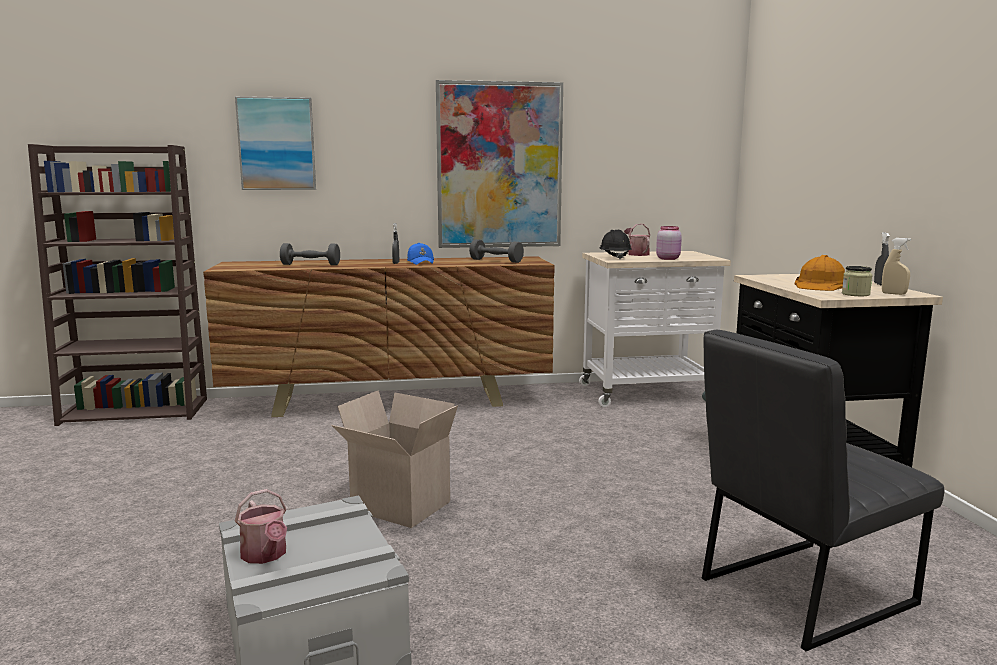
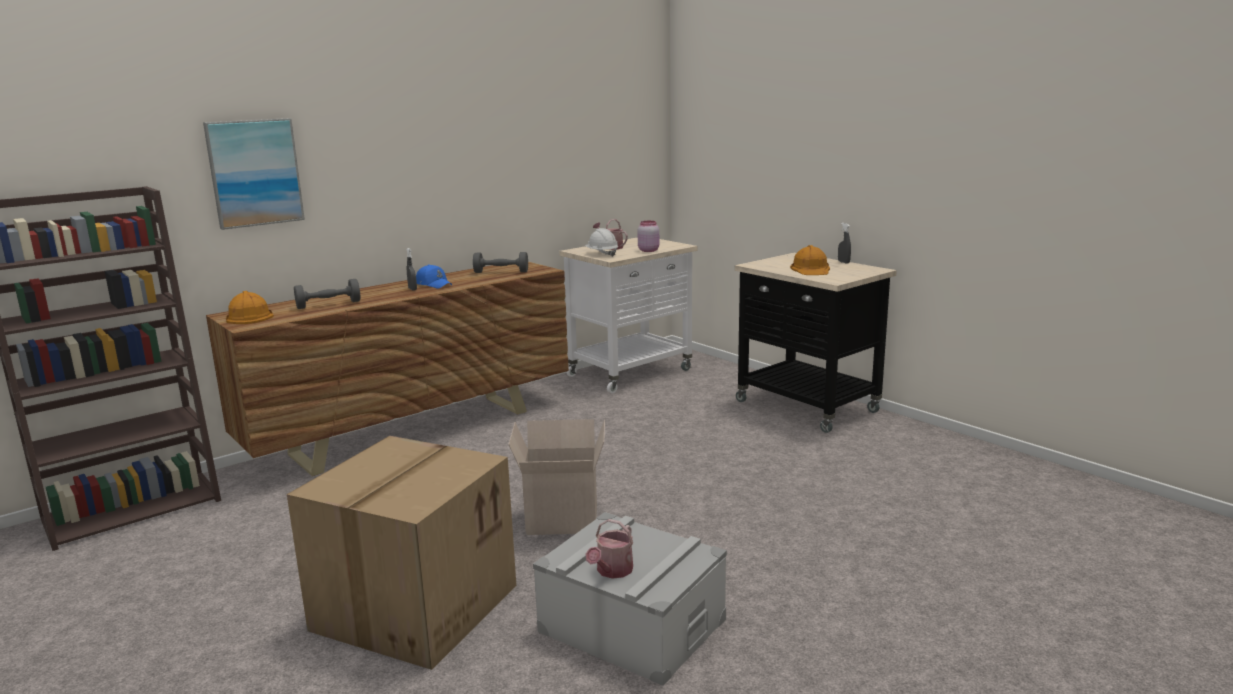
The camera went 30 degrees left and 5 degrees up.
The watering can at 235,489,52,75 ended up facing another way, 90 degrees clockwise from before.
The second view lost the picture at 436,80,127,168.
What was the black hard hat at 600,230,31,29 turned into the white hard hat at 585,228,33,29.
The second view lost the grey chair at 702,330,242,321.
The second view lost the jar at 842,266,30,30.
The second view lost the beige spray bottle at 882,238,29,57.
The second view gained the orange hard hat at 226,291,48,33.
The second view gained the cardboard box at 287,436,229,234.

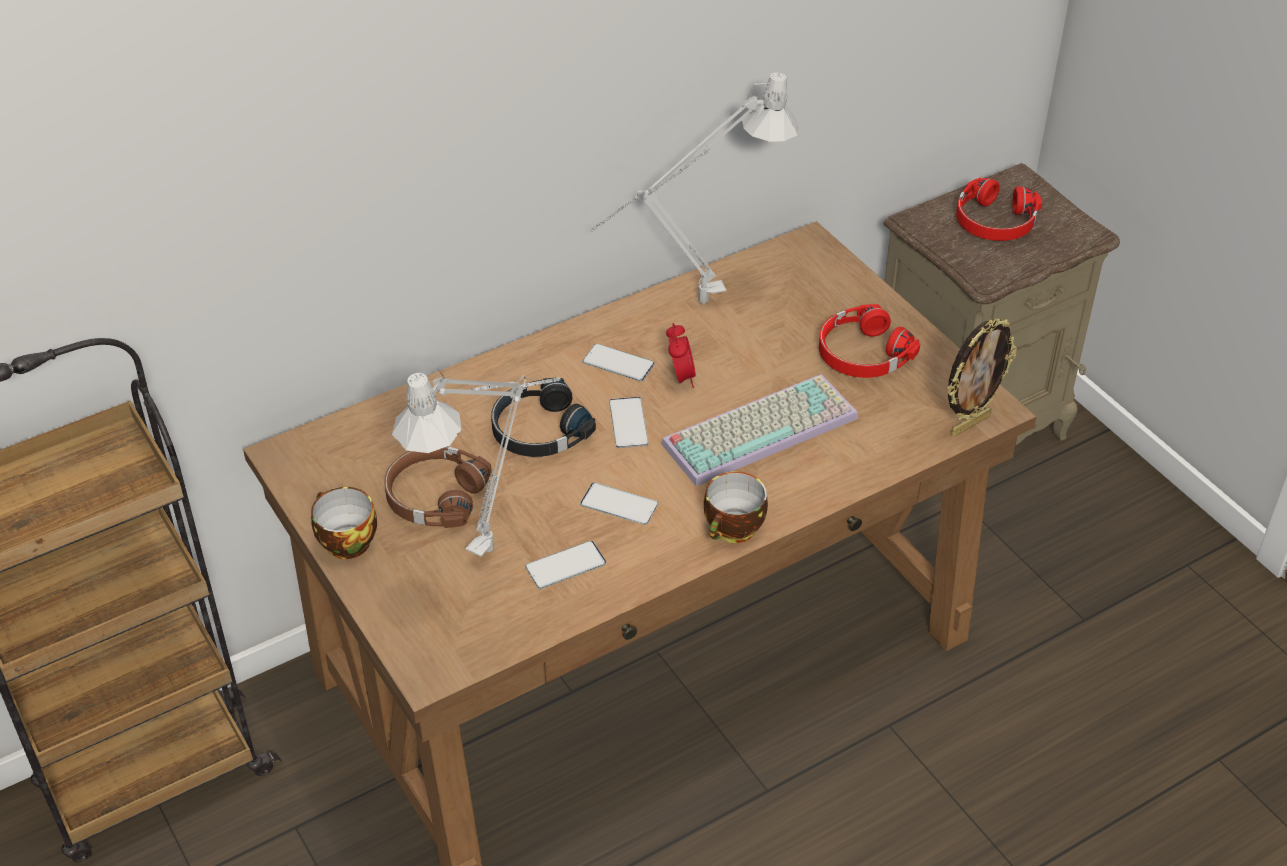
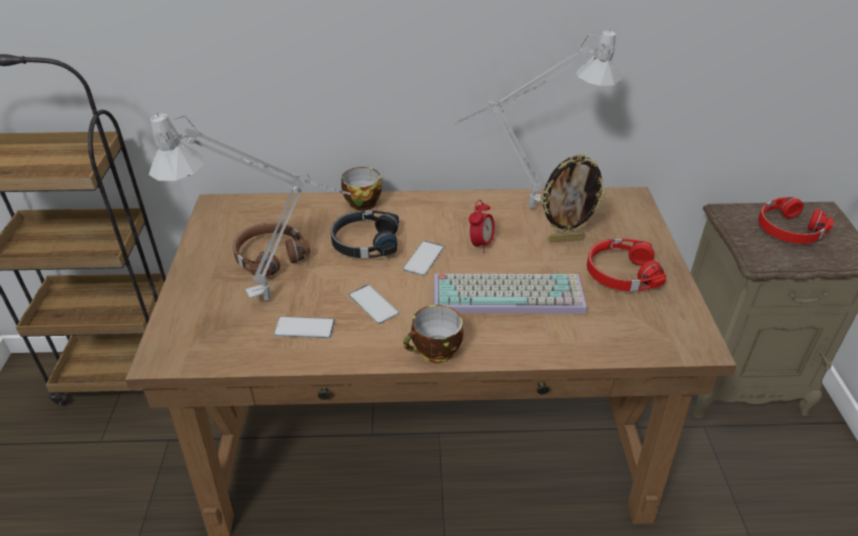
The camera went 30 degrees right and 5 degrees down.
The cup ended up elsewhere, having gone from 311,487,66,72 to 341,167,41,44.
The second view lost the phone at 583,344,72,37.
The picture frame ended up elsewhere, having gone from 947,318,70,119 to 540,154,67,88.

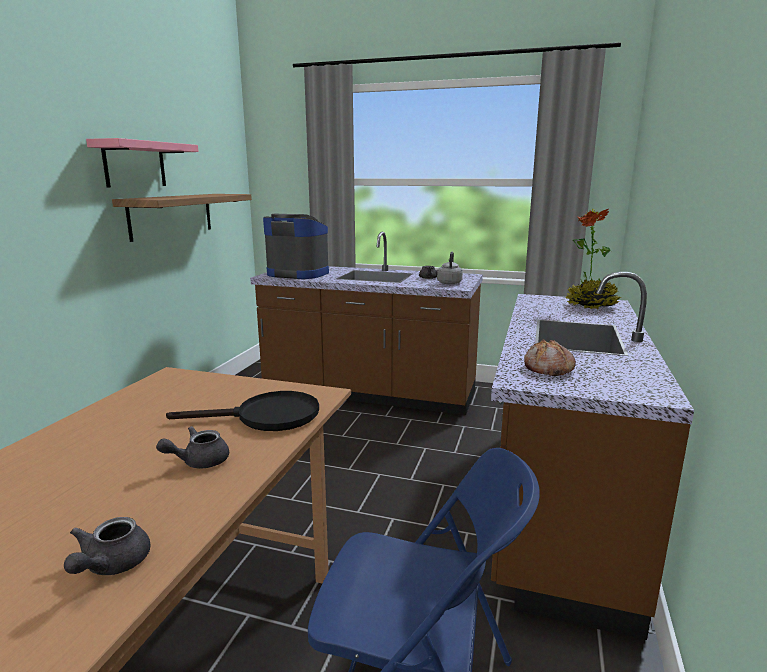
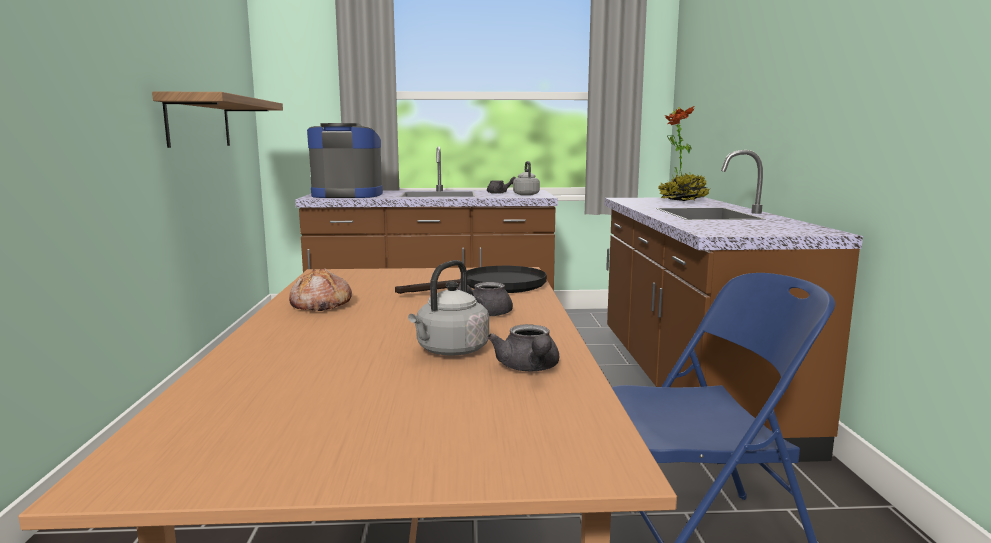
The camera went 20 degrees left and 5 degrees down.
The second view lost the pink shelf at 86,138,113,49.
The bread ended up elsewhere, having gone from 524,339,52,37 to 289,268,63,43.
The second view gained the grey kettle at 408,260,81,96.

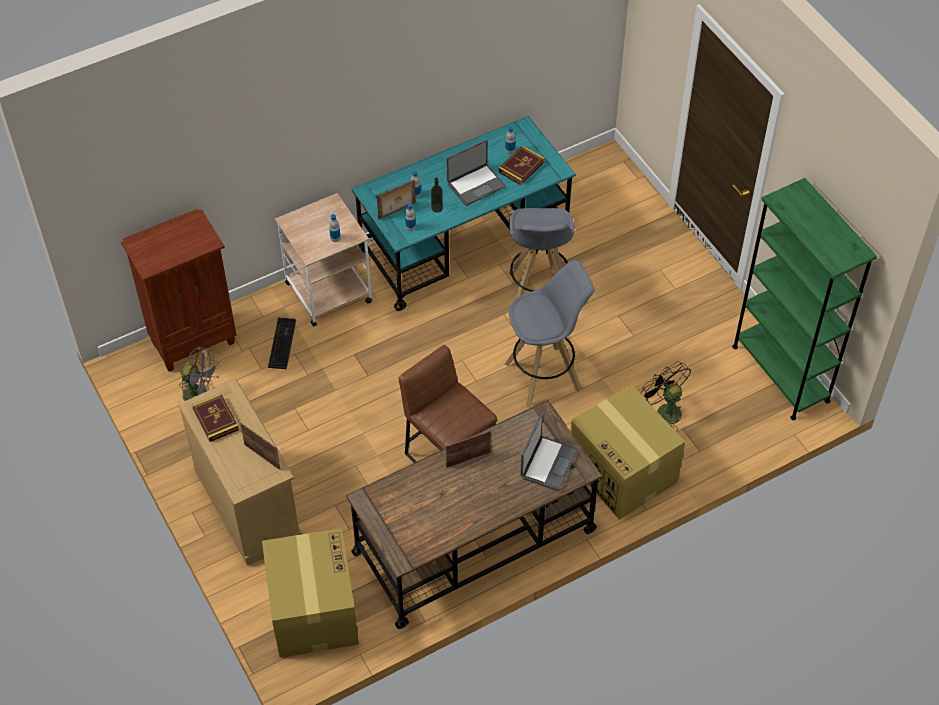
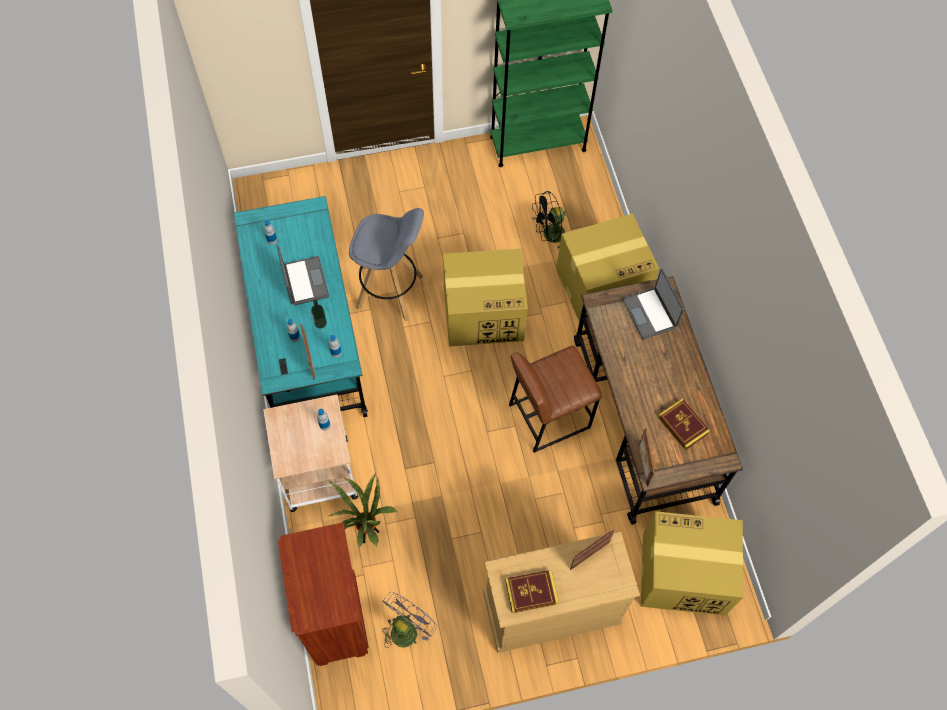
The camera went 75 degrees left and 10 degrees up.
Where the keyboard stood at 268,317,28,52, the potted plant came to stand at 329,473,68,74.
The picture frame ended up elsewhere, having gone from 446,431,45,37 to 639,428,16,59.
The book ended up elsewhere, having gone from 499,146,46,39 to 658,399,52,51.
Where the grey stool stood at 505,260,90,148, the cardboard box came to stand at 443,249,85,98.
The laptop at 520,414,58,77 ended up facing another way, 150 degrees counterclockwise from before.

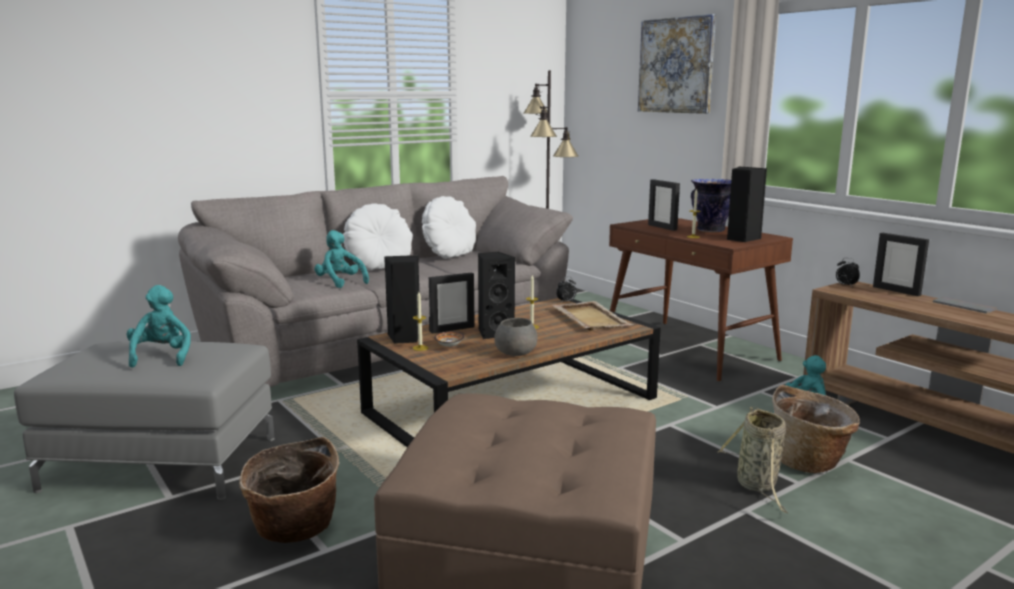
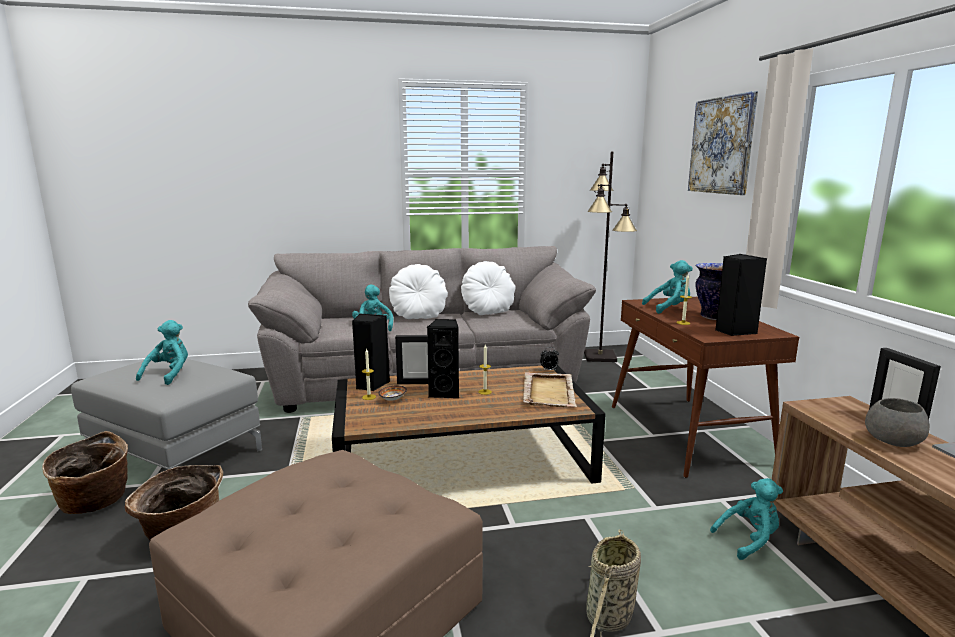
The camera went 25 degrees right and 0 degrees up.
The grey bowl ended up elsewhere, having gone from 494,318,43,38 to 865,398,65,49.
Where the picture frame stood at 648,179,32,52, the turquoise plush toy came to stand at 642,260,51,54.
The basket ended up elsewhere, having gone from 772,385,88,88 to 42,431,86,83.
The second view lost the alarm clock at 836,258,24,28.

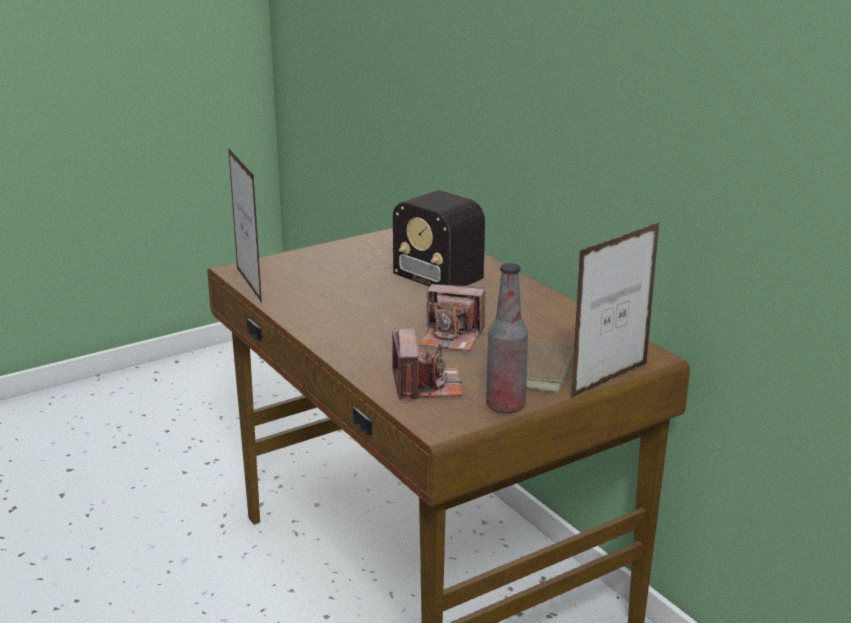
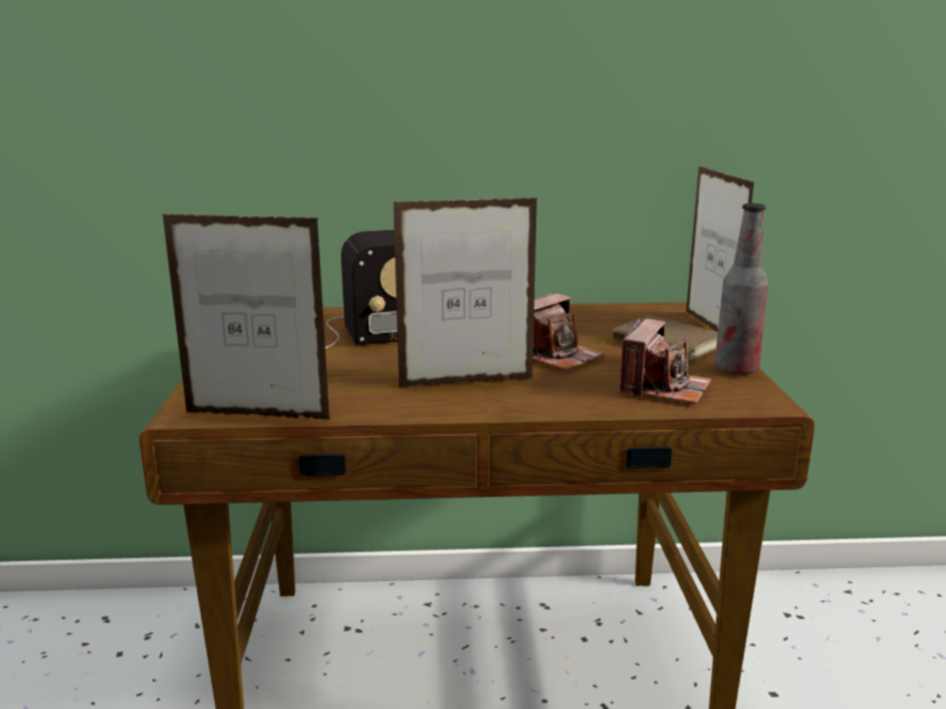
The camera went 60 degrees left and 5 degrees down.
The photo camera at 392,329,70,72 ended up facing another way, 90 degrees clockwise from before.
The second view gained the picture frame at 393,197,145,190.

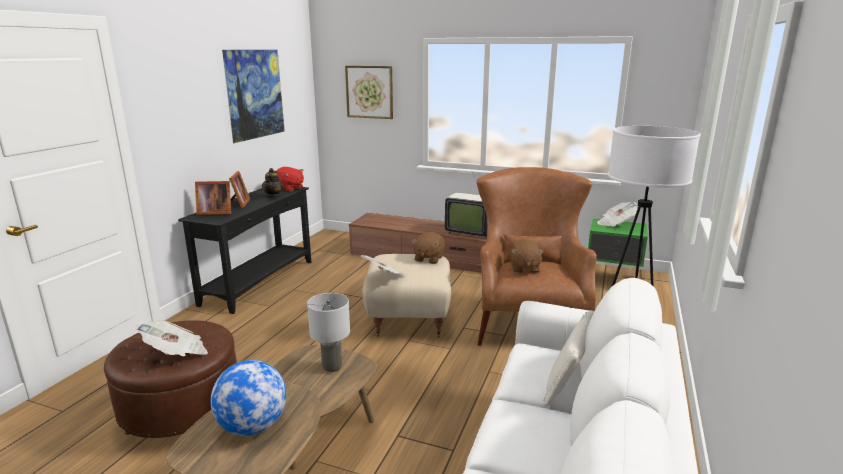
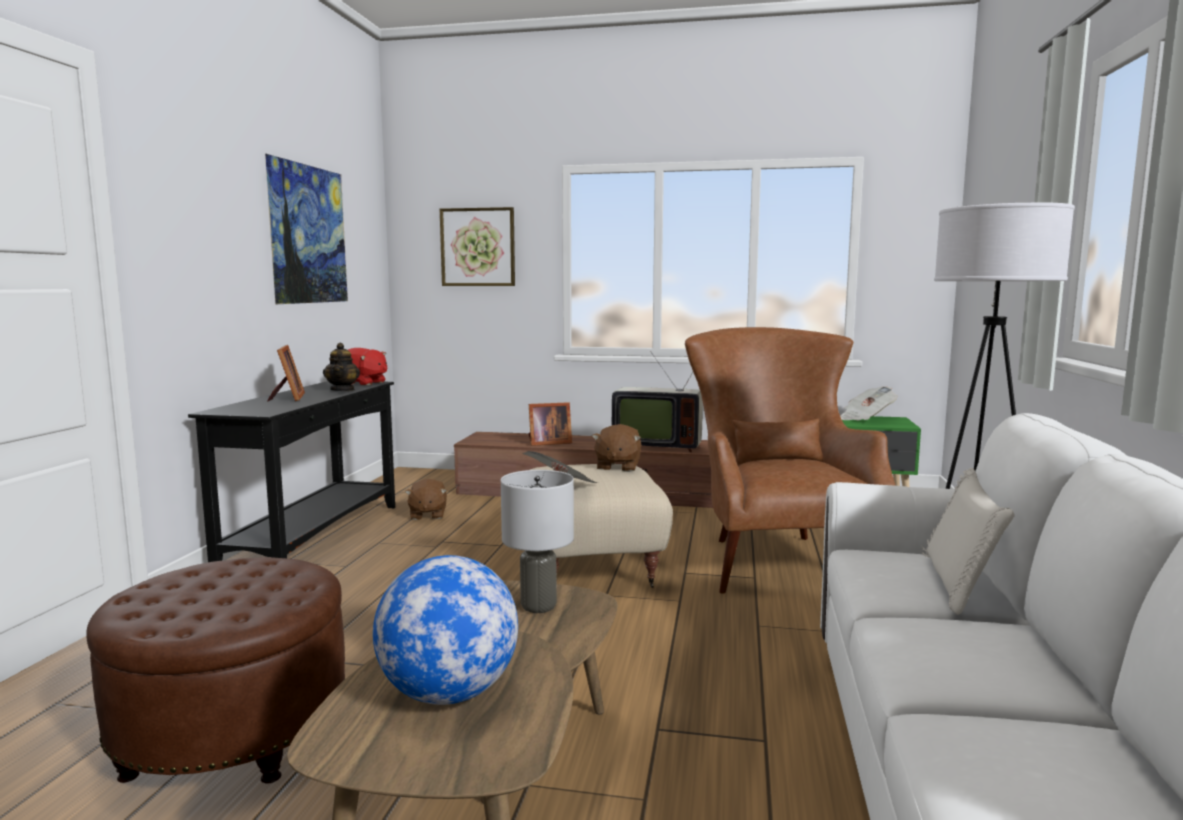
The camera went 10 degrees left and 10 degrees down.
The second view lost the newspaper at 136,321,72,35.
The picture frame ended up elsewhere, having gone from 195,181,36,34 to 529,402,43,44.
The brown plush toy ended up elsewhere, having gone from 510,239,35,34 to 405,479,42,41.

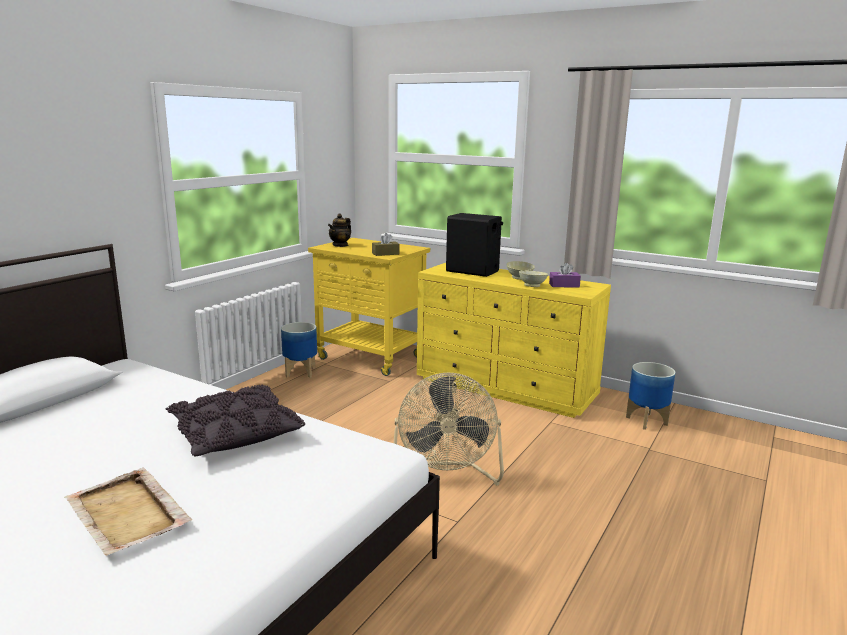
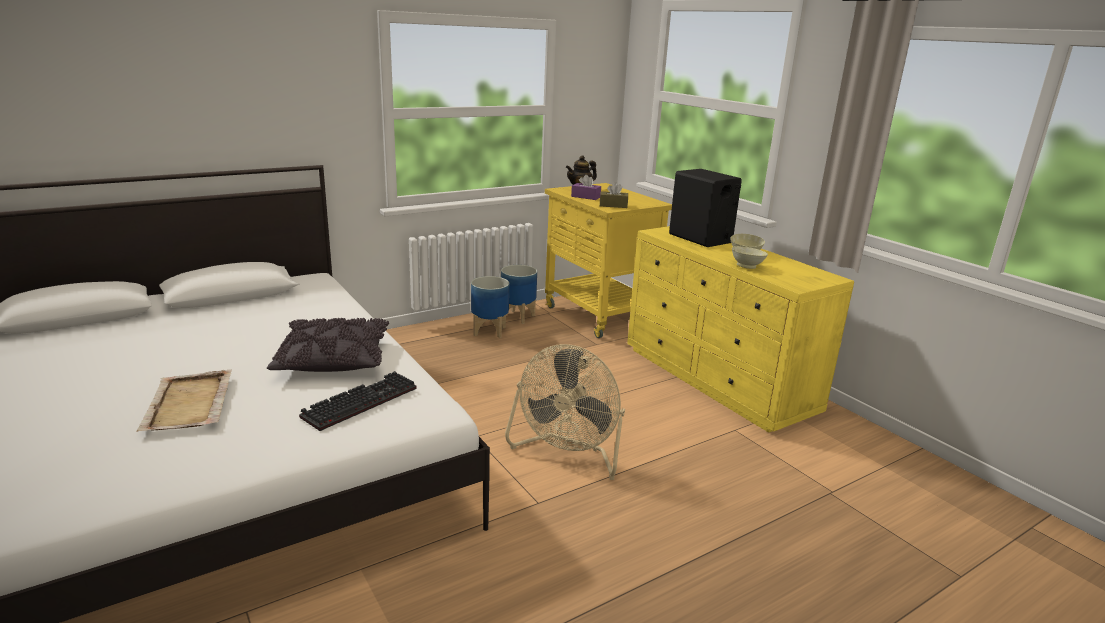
The camera went 25 degrees right and 5 degrees up.
The purple tissue box ended up elsewhere, having gone from 549,263,32,25 to 571,175,30,25.
The planter ended up elsewhere, having gone from 626,362,49,68 to 471,276,38,62.
The second view gained the keyboard at 299,371,118,60.

